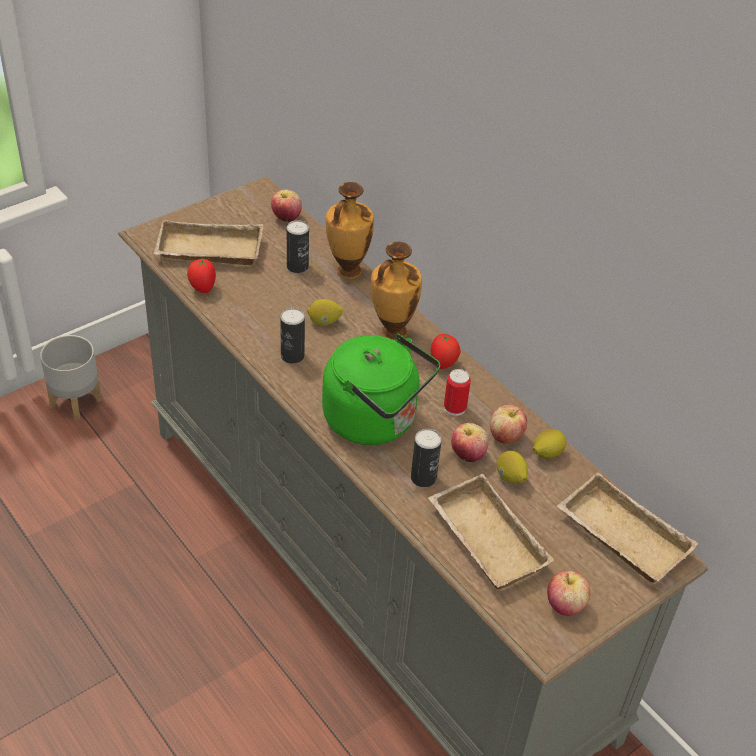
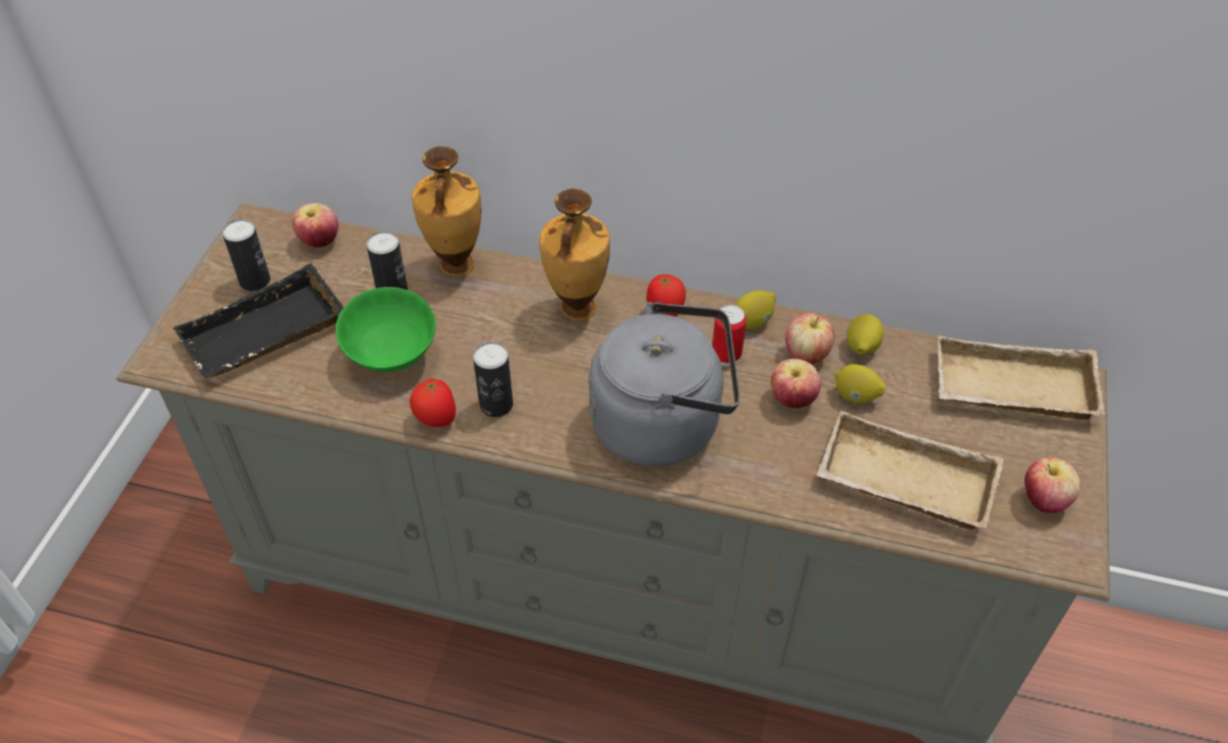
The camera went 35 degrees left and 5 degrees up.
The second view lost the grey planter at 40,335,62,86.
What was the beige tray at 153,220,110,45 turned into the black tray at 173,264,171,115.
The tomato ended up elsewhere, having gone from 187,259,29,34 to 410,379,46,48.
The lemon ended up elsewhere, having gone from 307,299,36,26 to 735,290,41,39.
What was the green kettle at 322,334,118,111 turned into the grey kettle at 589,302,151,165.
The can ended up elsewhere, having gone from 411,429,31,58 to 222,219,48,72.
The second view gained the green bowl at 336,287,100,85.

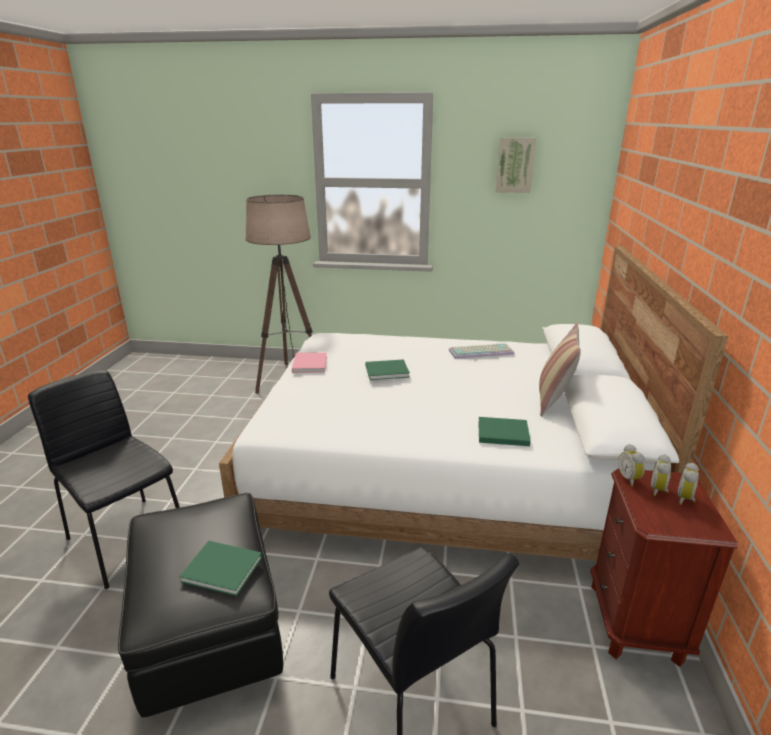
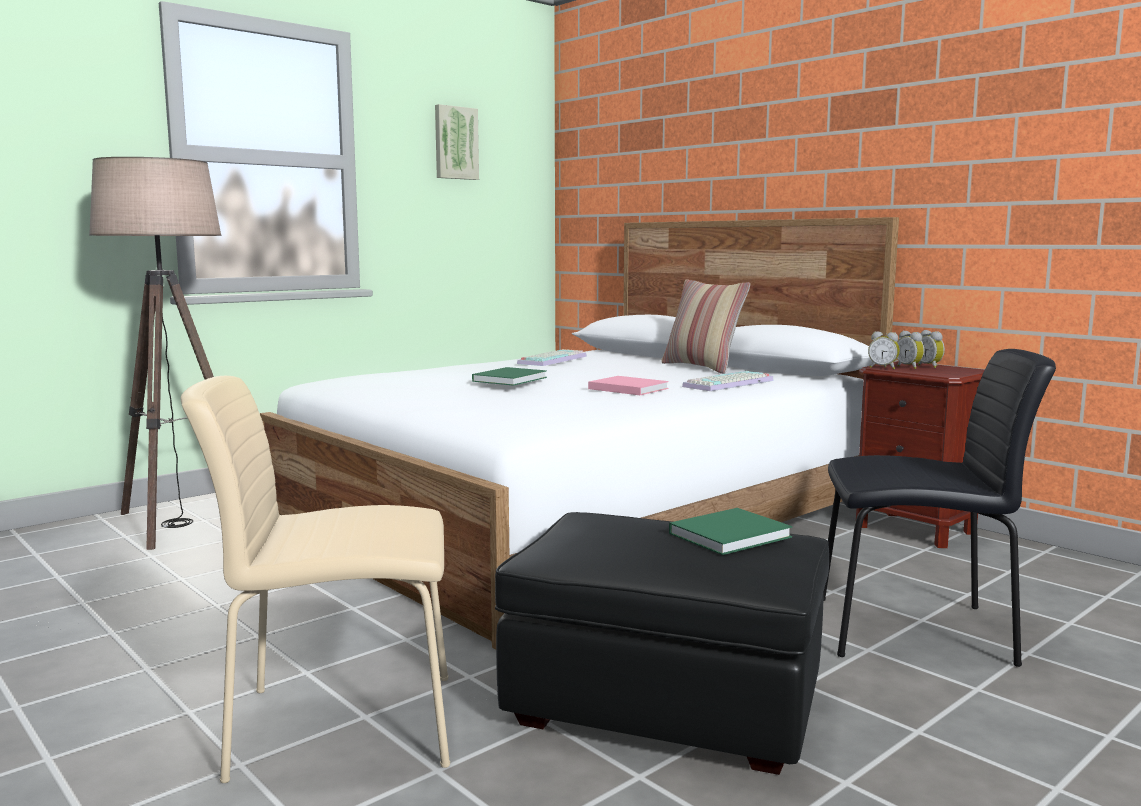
The camera went 50 degrees left and 15 degrees down.
What was the black chair at 28,370,152,219 turned into the beige chair at 180,376,270,407.
The pink book ended up elsewhere, having gone from 292,352,35,21 to 588,376,81,19.
Where the green book stood at 478,417,53,29, the keyboard came to stand at 682,371,92,20.

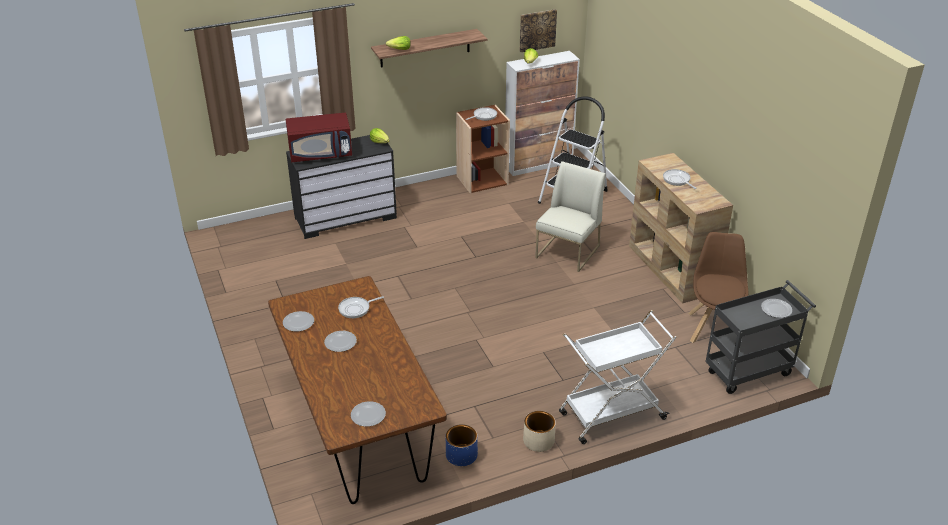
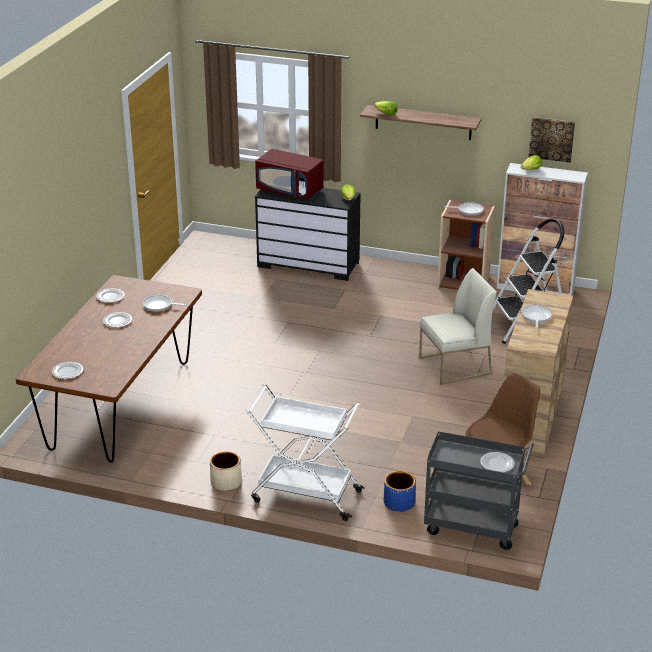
The camera went 40 degrees right and 5 degrees down.
The blue planter ended up elsewhere, having gone from 446,424,32,42 to 384,471,32,41.

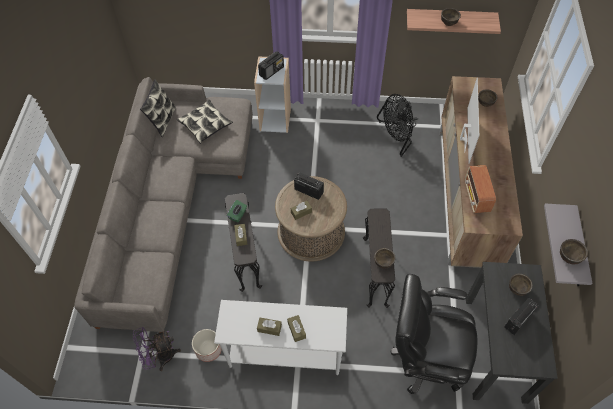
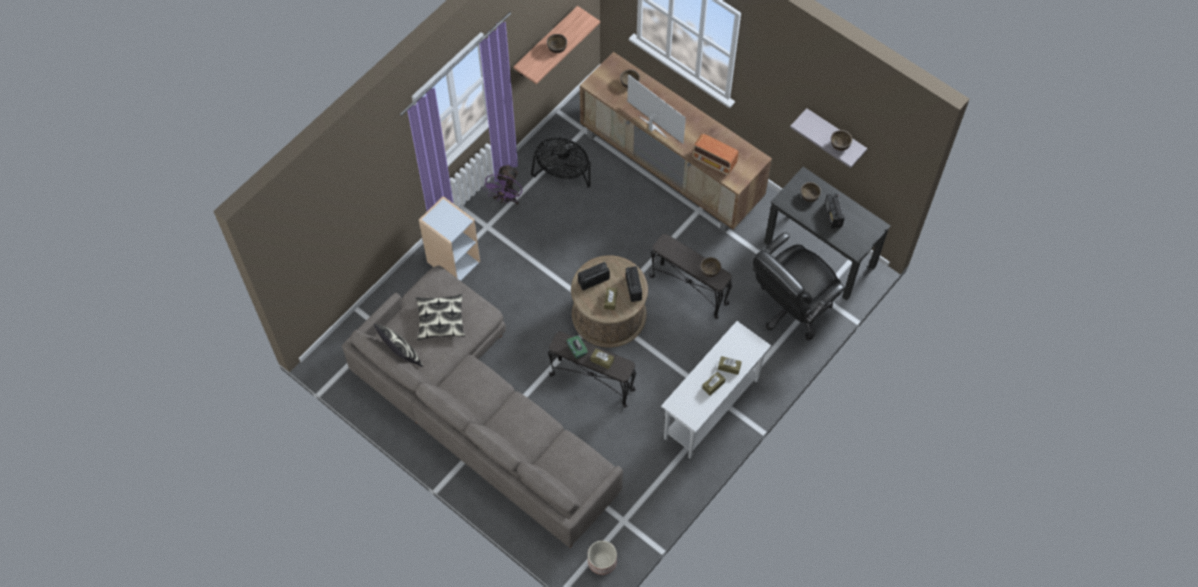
The camera went 55 degrees left and 5 degrees up.
The purple fan ended up elsewhere, having gone from 133,327,48,44 to 483,164,39,41.
The planter ended up elsewhere, having gone from 192,329,30,33 to 588,541,29,34.
The radio ended up elsewhere, having gone from 258,51,26,29 to 626,266,16,36.

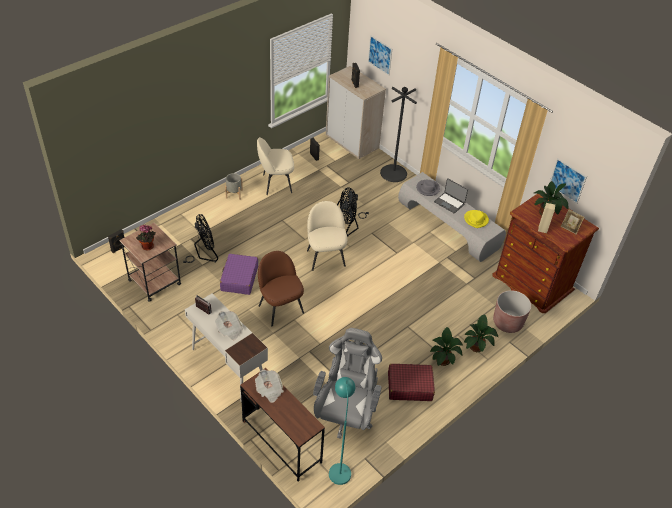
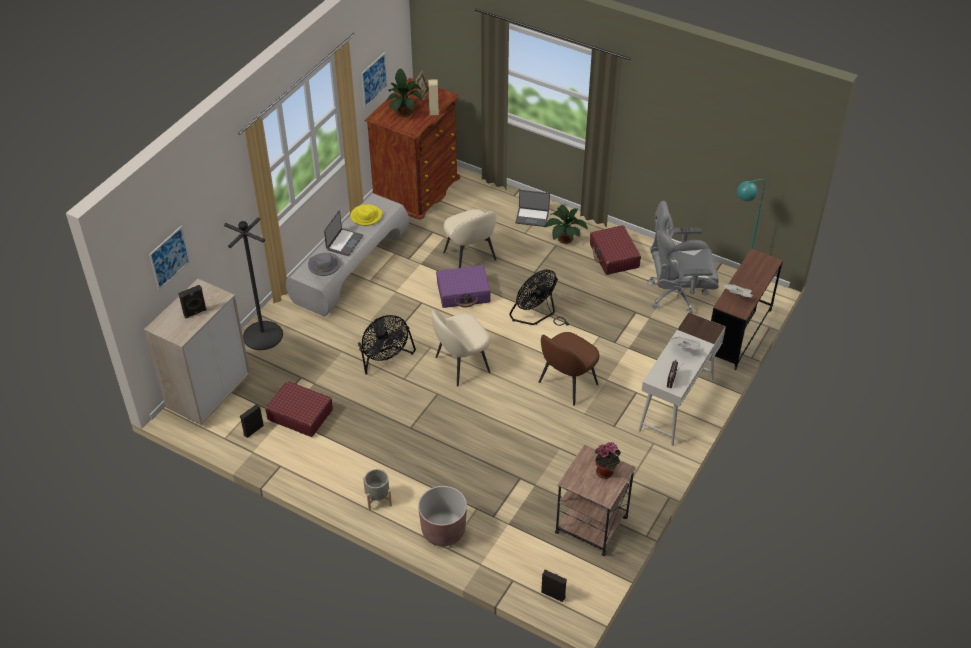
The camera went 105 degrees left and 0 degrees up.
The black fan ended up elsewhere, having gone from 183,214,35,49 to 510,269,59,57.
The purple suitcase ended up elsewhere, having gone from 220,254,38,41 to 436,265,54,43.
The beige chair ended up elsewhere, having gone from 257,137,37,58 to 443,209,53,59.
Where the potted plant stood at 464,314,34,38, the laptop came to stand at 515,190,35,37.
The brown planter ended up elsewhere, having gone from 493,290,38,43 to 418,486,49,60.
The second view gained the red suitcase at 265,381,68,56.

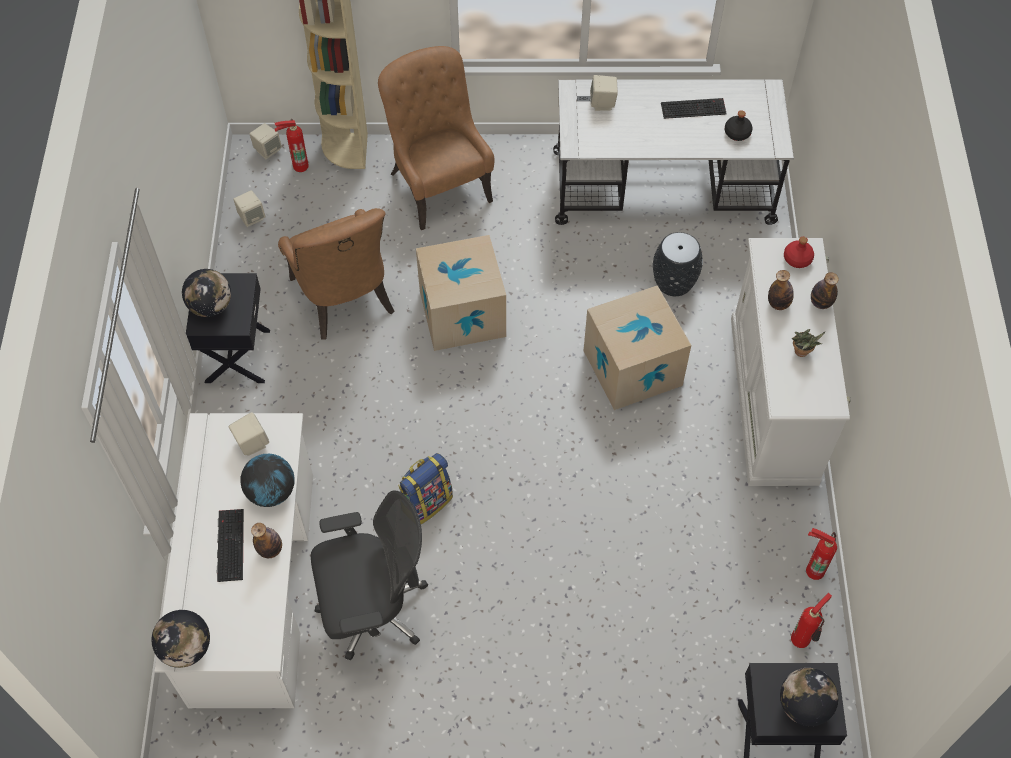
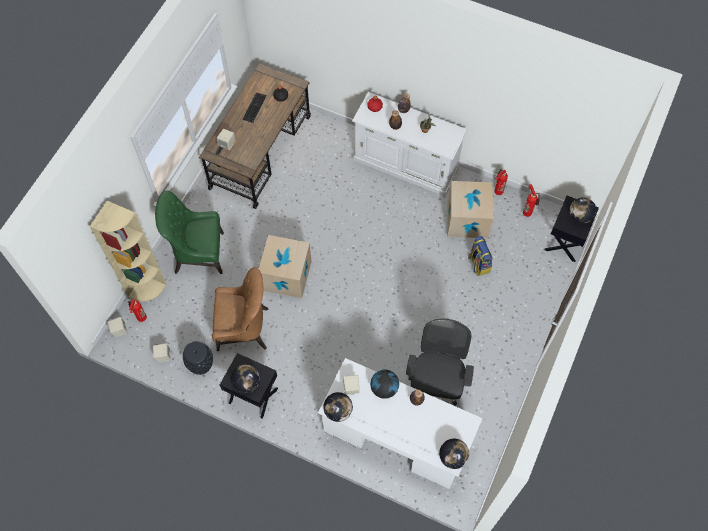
The camera went 65 degrees left and 5 degrees up.
The second view lost the keyboard at 217,509,27,73.
What was the brown chair at 378,46,117,184 turned into the green chair at 155,190,69,84.
The backpack ended up elsewhere, having gone from 398,453,55,71 to 468,236,24,40.
What was the white desk at 553,79,241,146 turned into the brown desk at 199,63,112,146.
The cardboard box ended up elsewhere, having gone from 584,285,107,125 to 447,181,46,57.
The black stool ended up elsewhere, having gone from 653,232,50,64 to 183,341,30,34.
The second view gained the globe at 323,392,30,30.

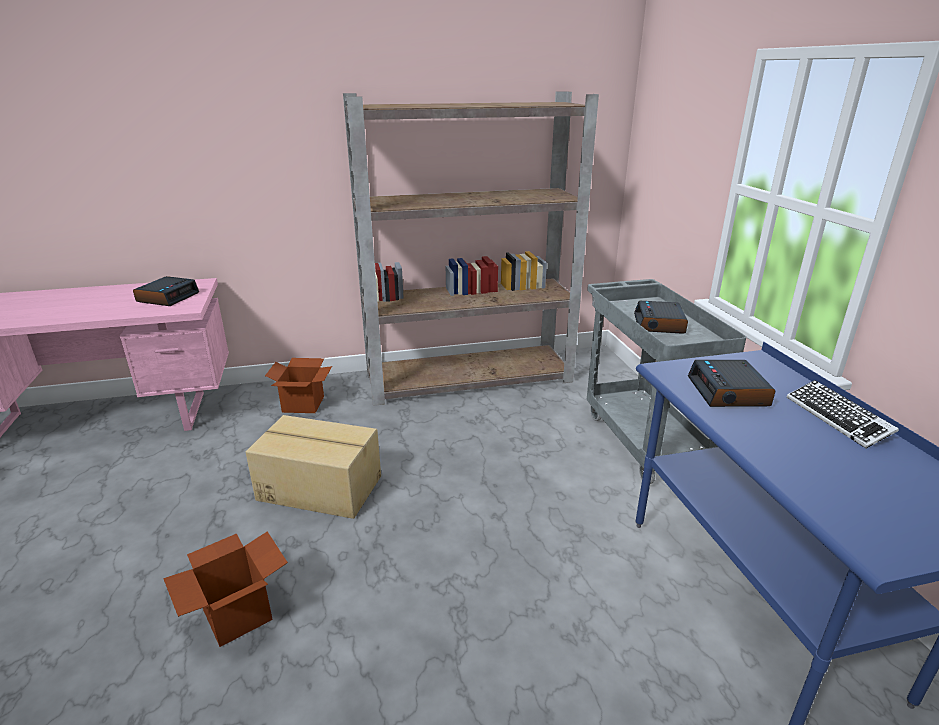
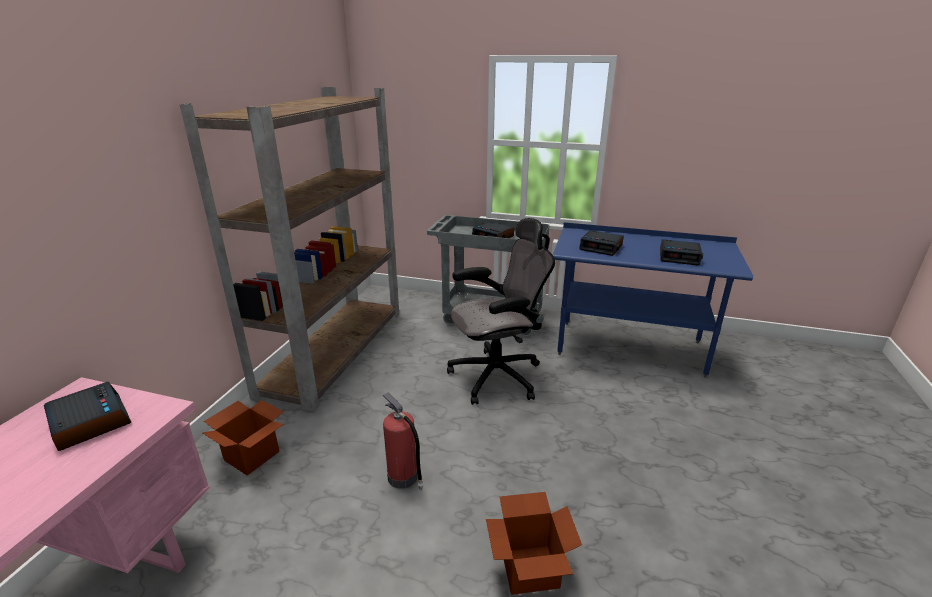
The camera went 60 degrees left and 0 degrees up.
Where the cardboard box stood at 246,415,135,104, the fire extinguisher came to stand at 382,393,42,97.
The second view lost the keyboard at 786,380,113,68.
The second view gained the office chair at 447,218,108,187.
The second view gained the alarm clock at 660,239,43,26.

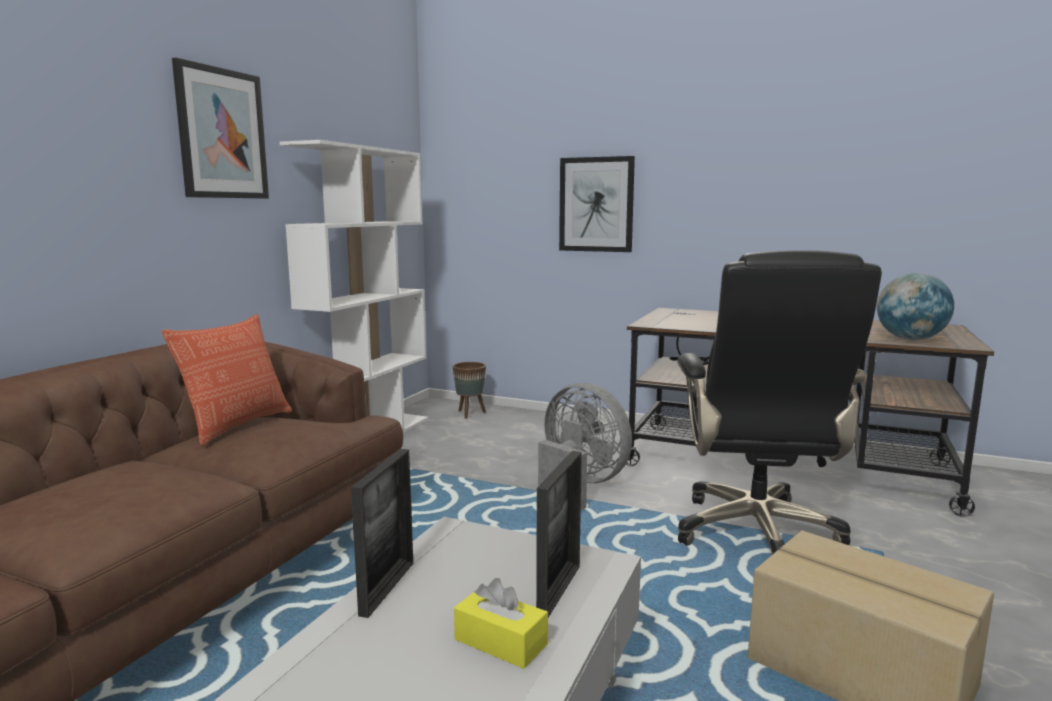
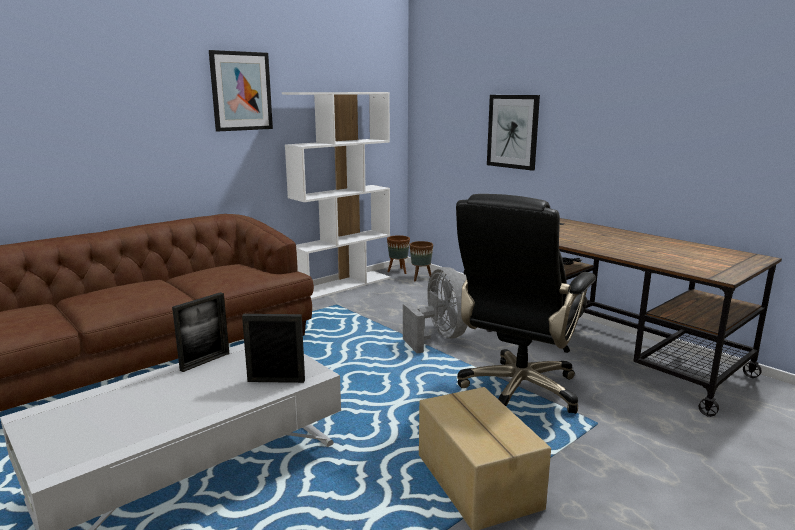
The camera went 25 degrees right and 5 degrees up.
The second view lost the orange pillow at 162,314,130,131.
The second view lost the yellow tissue box at 454,578,94,91.
The picture frame at 536,451,46,167 ended up facing another way, 135 degrees counterclockwise from before.
The second view lost the globe at 877,273,77,67.
The second view gained the brown planter at 387,235,23,39.

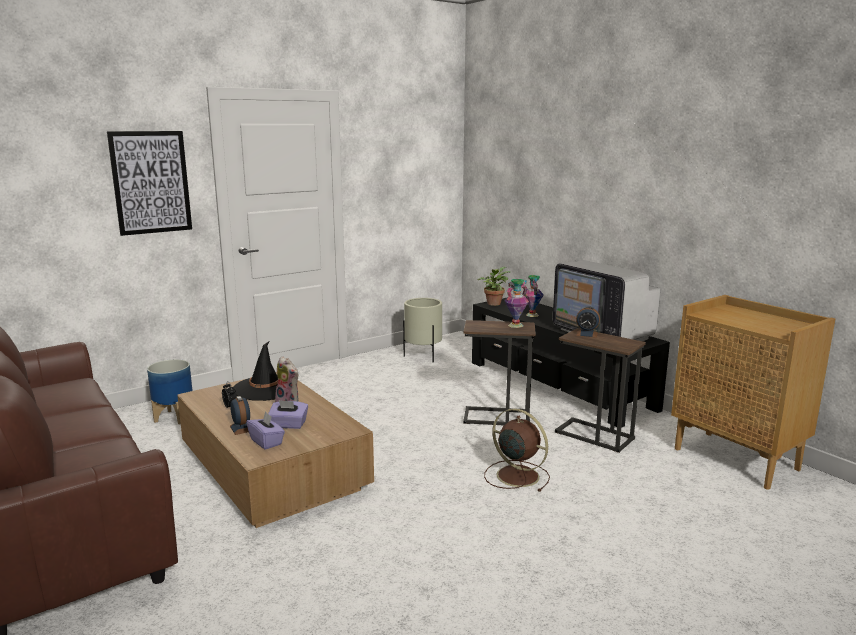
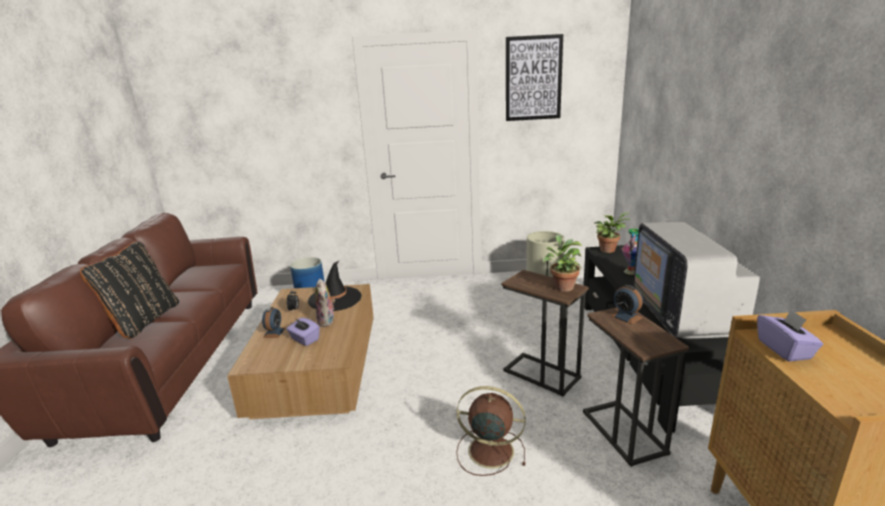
The camera went 35 degrees right and 5 degrees up.
The picture ended up elsewhere, having gone from 107,131,85,105 to 506,34,57,87.
The purple tissue box ended up elsewhere, having gone from 246,411,39,39 to 757,309,67,53.
The brown fan at 484,408,66,84 ended up facing another way, 60 degrees counterclockwise from before.
Where the vase stood at 505,279,24,49, the potted plant came to stand at 543,235,39,57.
The second view gained the black pillow at 80,241,99,98.

